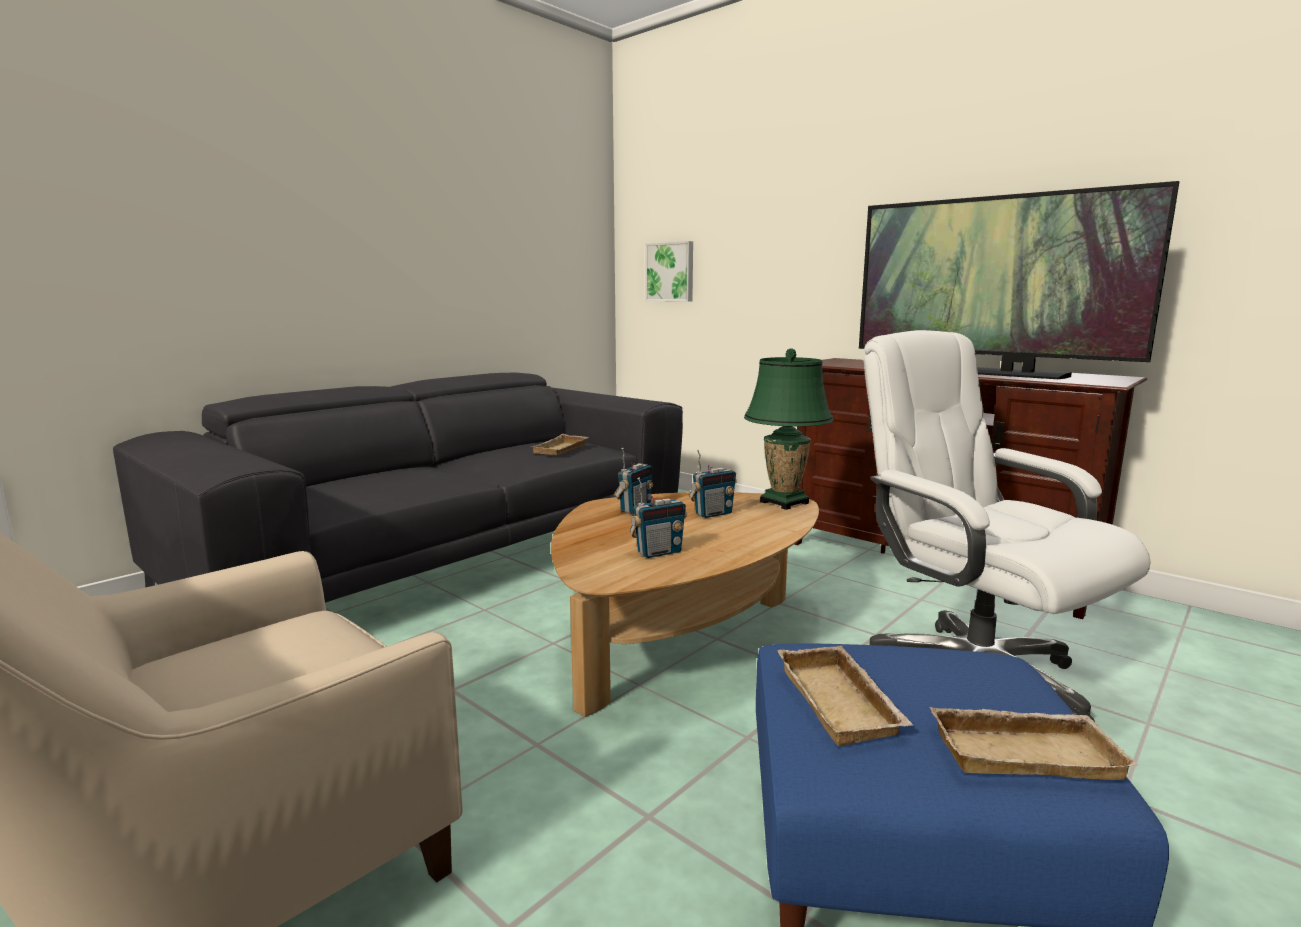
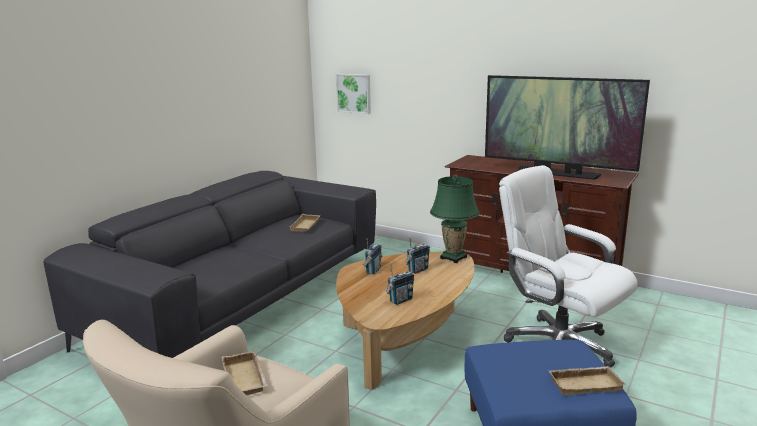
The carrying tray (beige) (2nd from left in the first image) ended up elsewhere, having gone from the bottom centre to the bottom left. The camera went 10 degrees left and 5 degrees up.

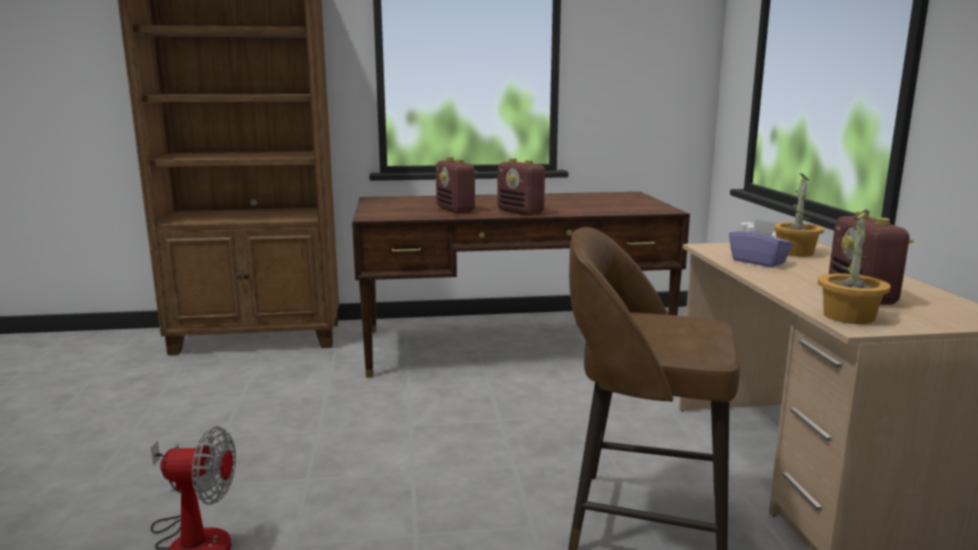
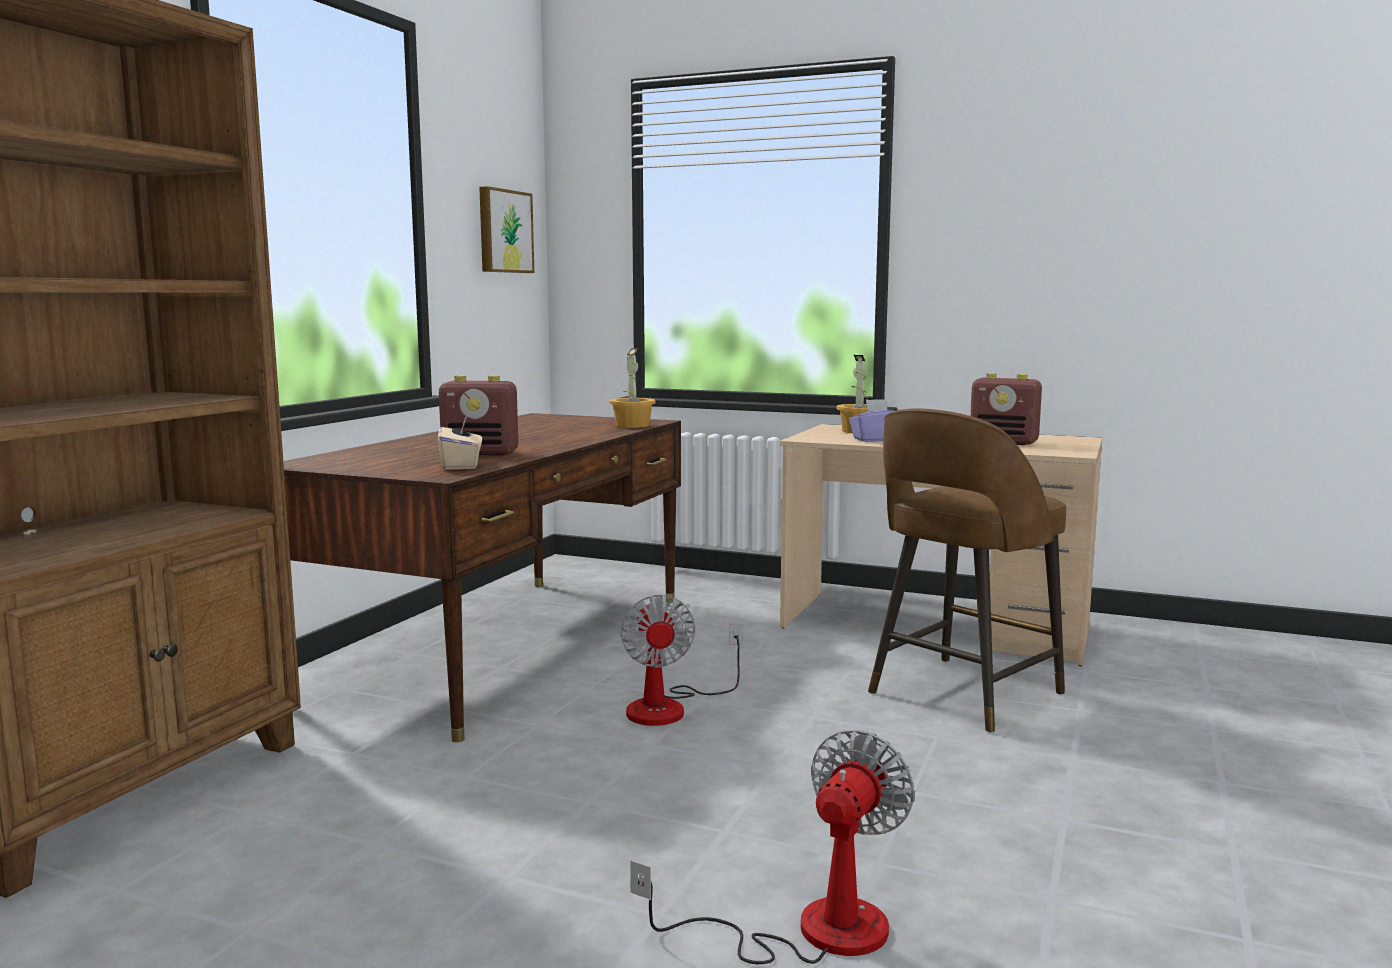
The second view lost the radio set (2nd from left) at the centre. The houseplant (2nd from left in the first image) ended up elsewhere, having gone from the middle right to the centre. The second view gained the tissue box (beige) at the middle left. The second view gained the wall art at the top centre. The second view gained the electric fan (1st from left) at the bottom centre. The camera went 60 degrees left and 5 degrees down.

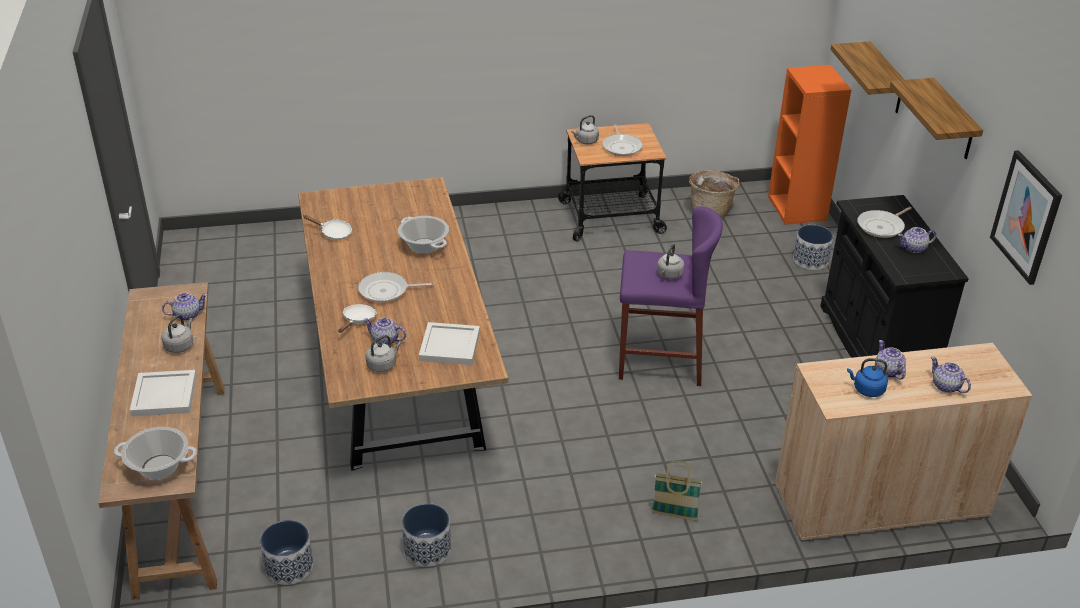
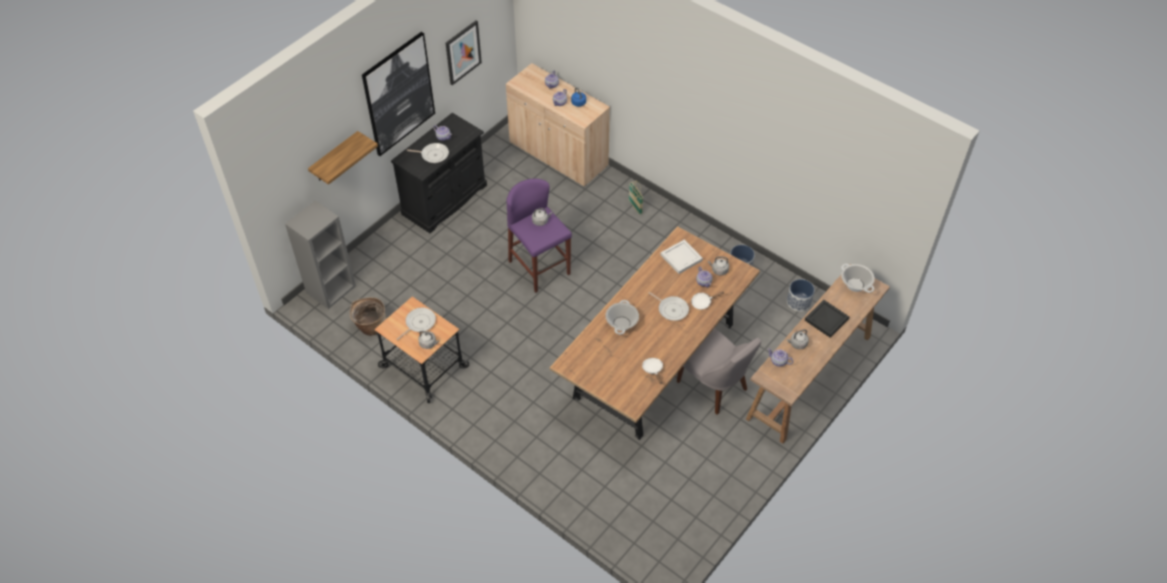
What was the carrying tray (white-coloured) (1st from left) at the middle left turned into the carrying tray (black-coloured) at the middle right. What was the bookcase (orangey) at the top right turned into the bookcase (gray) at the middle left. The second view lost the planter (3rd from left) at the middle right. Where the wall shelf (2nd from left) hung at the top right, the wall art (1st from left) came to hang at the top centre. The second view gained the upright chair (gray) at the centre. The camera went 130 degrees left and 15 degrees up.

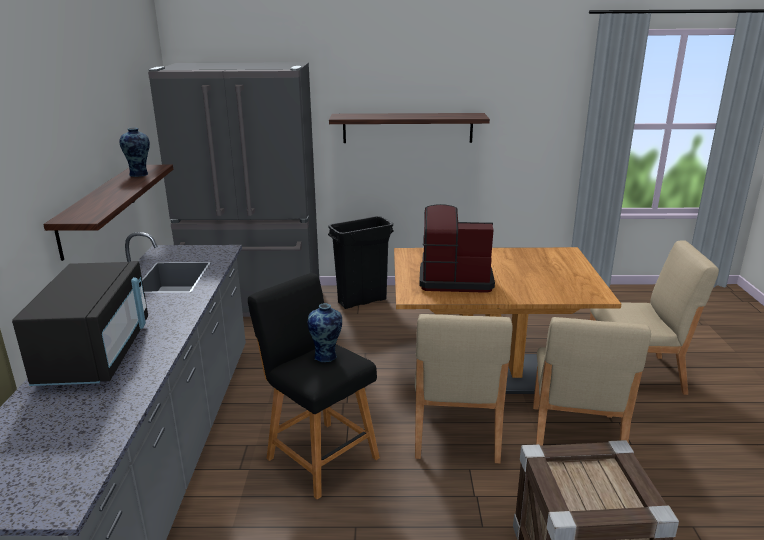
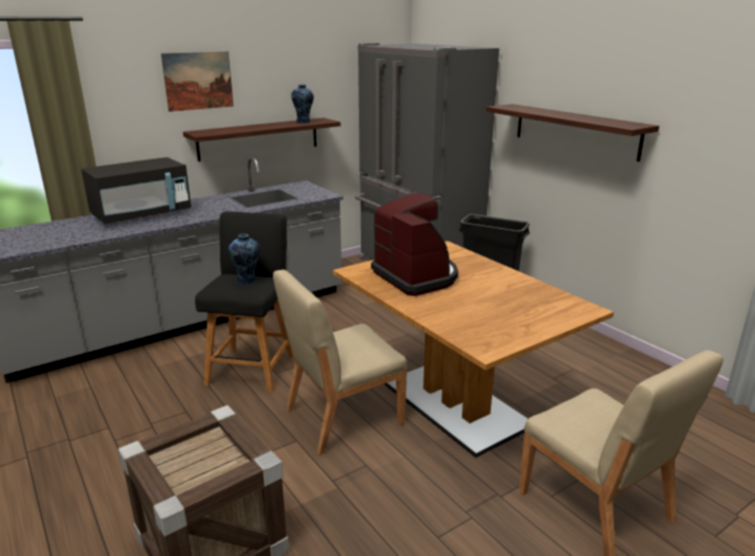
The second view lost the upright chair (beige) (2nd from left) at the bottom right. The second view gained the wall art at the top left. The camera went 55 degrees right and 0 degrees up.

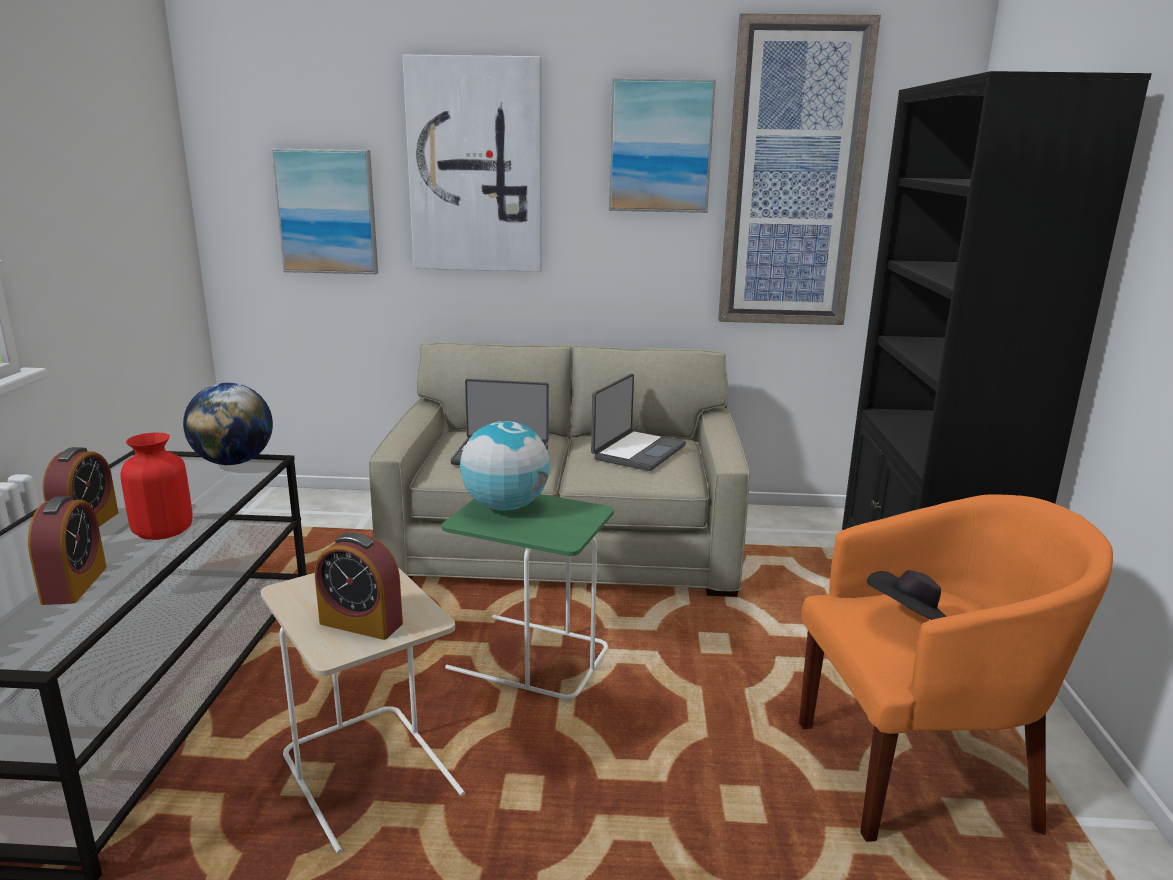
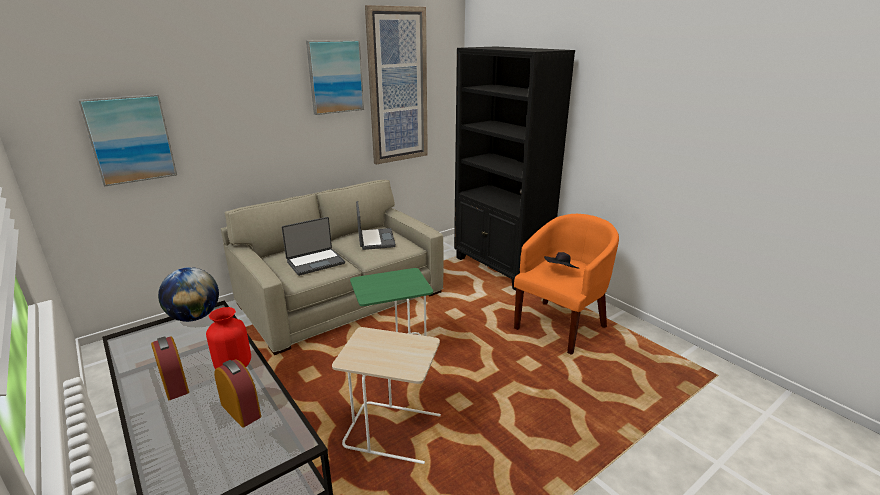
The second view lost the bedside clock (3rd from left) at the middle left. The second view lost the wall art (2nd from left) at the top centre. The second view lost the world globe (2nd from left) at the centre. The camera went 40 degrees left and 5 degrees up.

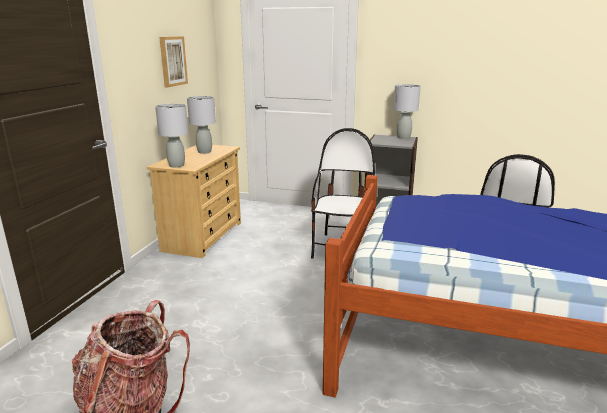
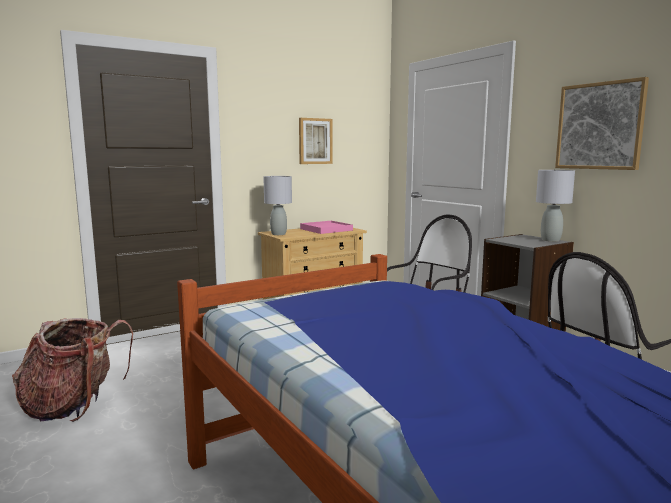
Where the tabletop lamp (gray) (2nd from left) stood at the top left, the carrying tray (pink) came to stand at the centre. The second view gained the wall art (2nd from left) at the top right. The camera went 40 degrees right and 10 degrees down.

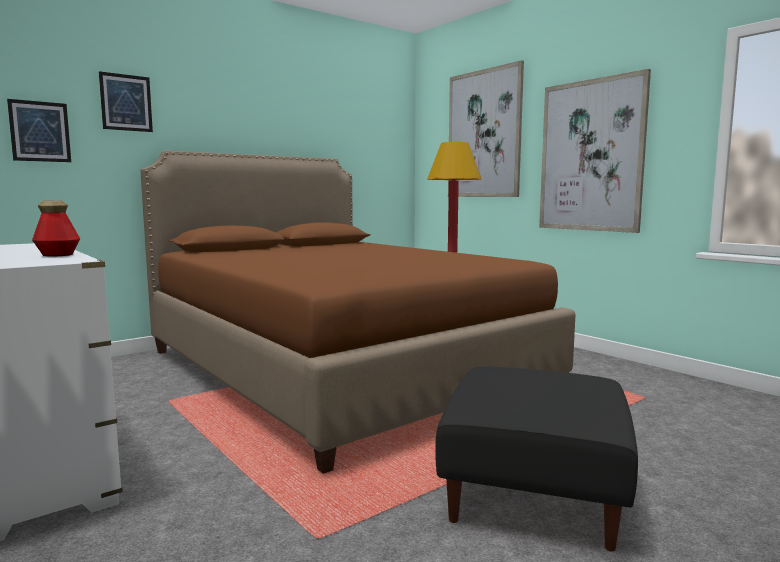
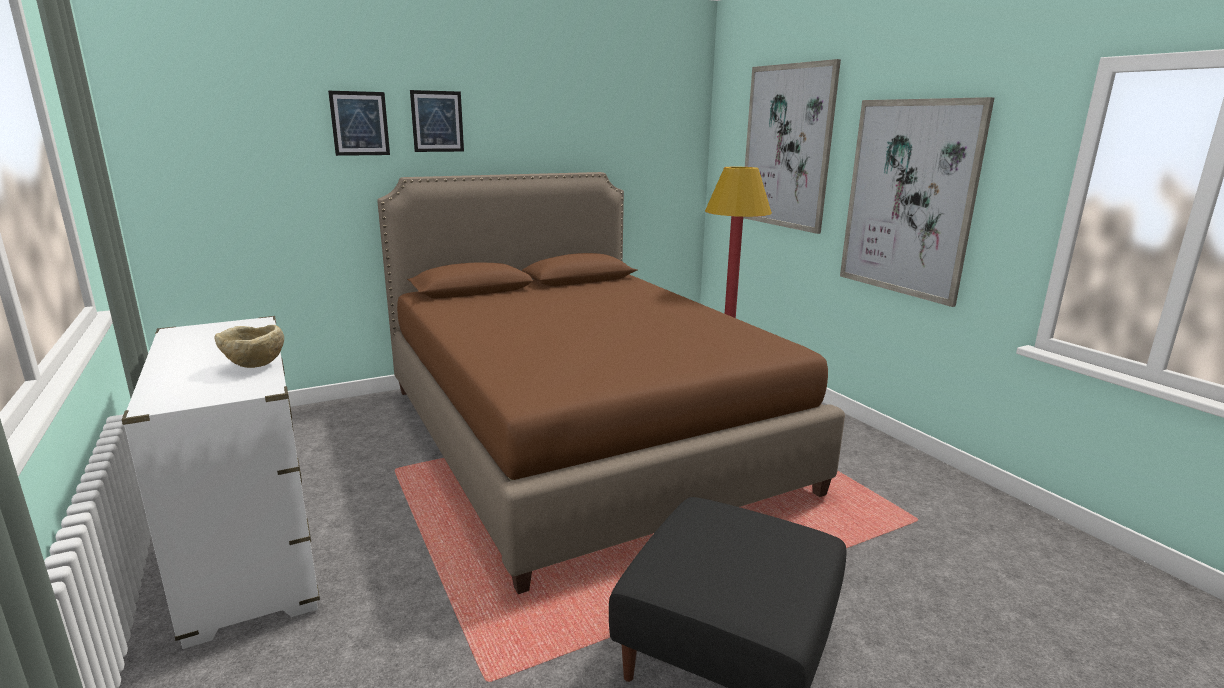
The wall art (1st from left in the first image) ended up elsewhere, having gone from the top left to the top centre. Where the bottle stood at the middle left, the deep dish (beige) came to stand at the middle left. The camera went 10 degrees right and 10 degrees up.

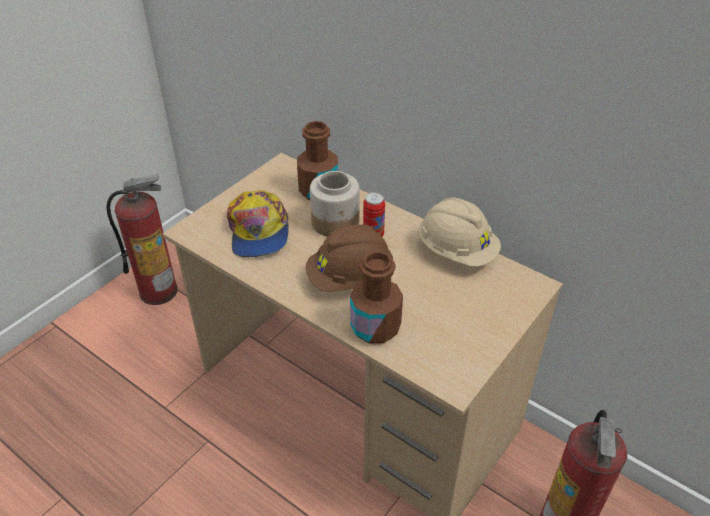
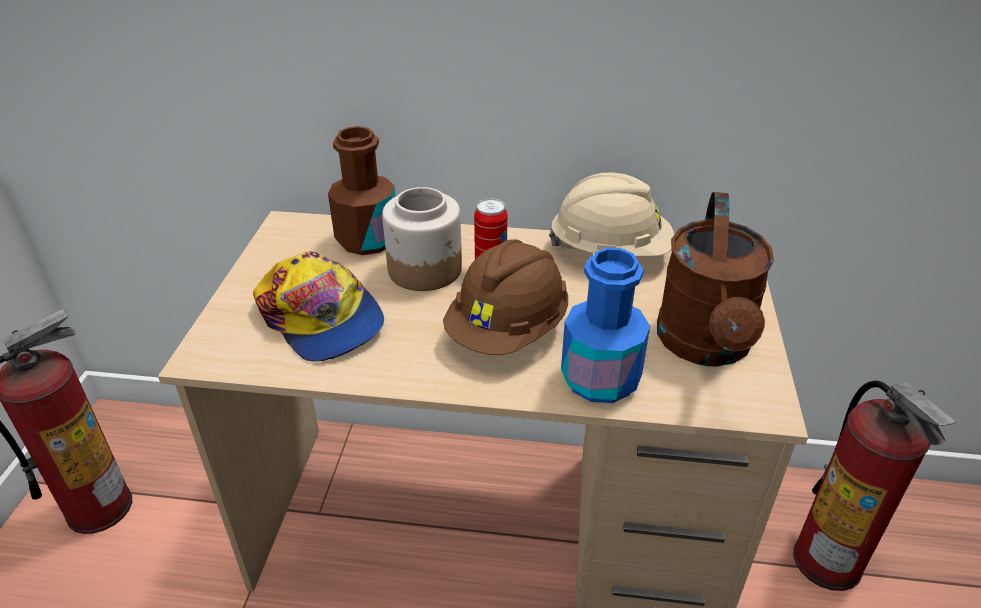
What was the bottle (brown-coloured) (2nd from left) at the centre turned into the bottle (blue) at the centre. The second view gained the sprinkling can (brown-coloured) at the middle right. The camera went 30 degrees left and 5 degrees down.

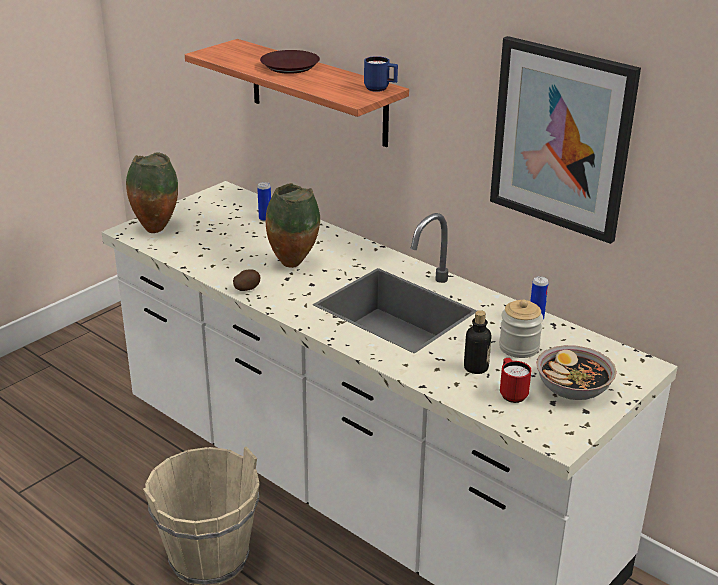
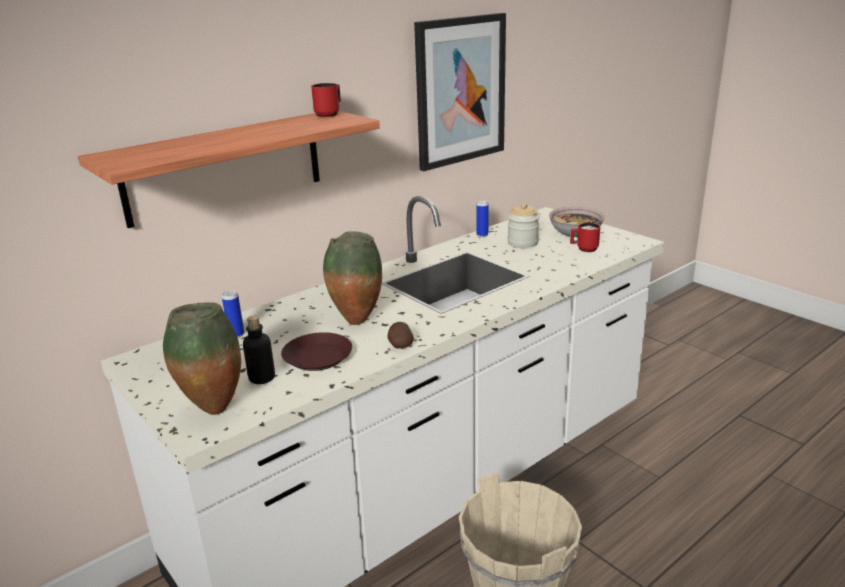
The plate (brown-coloured) ended up elsewhere, having gone from the top centre to the centre. What was the coffee mug (blue) at the top centre turned into the coffee mug (red-coloured) (1st from left) at the top centre. The bottle ended up elsewhere, having gone from the centre to the middle left. The camera went 80 degrees left and 5 degrees down.

